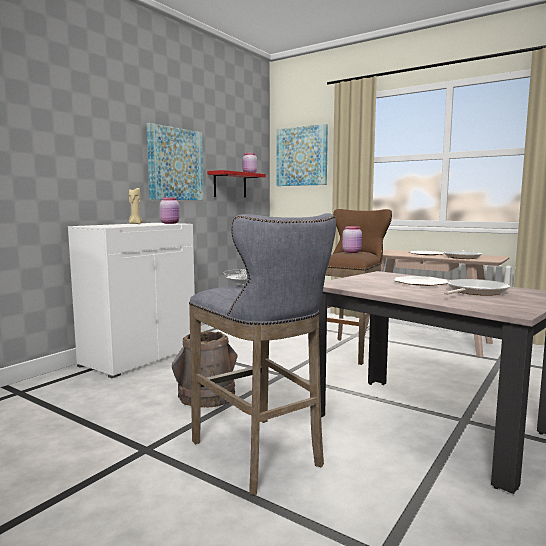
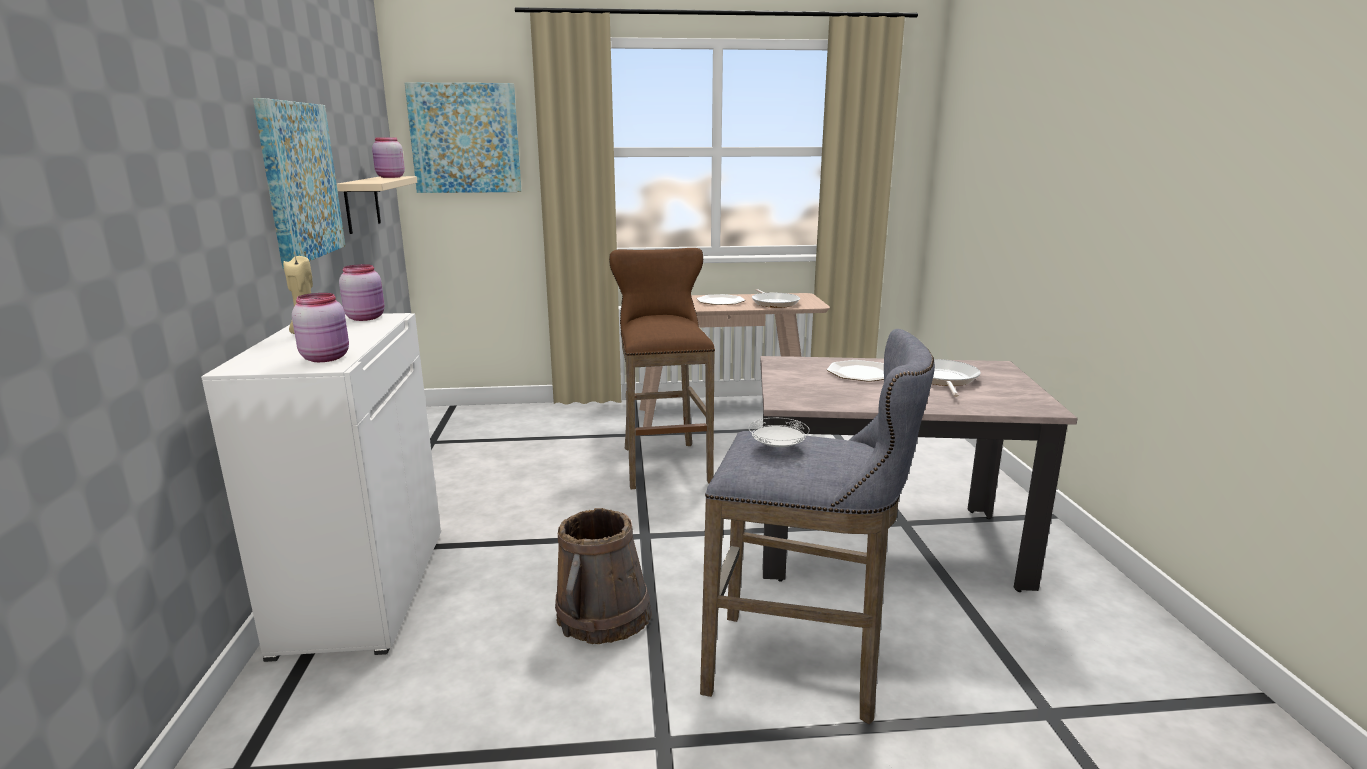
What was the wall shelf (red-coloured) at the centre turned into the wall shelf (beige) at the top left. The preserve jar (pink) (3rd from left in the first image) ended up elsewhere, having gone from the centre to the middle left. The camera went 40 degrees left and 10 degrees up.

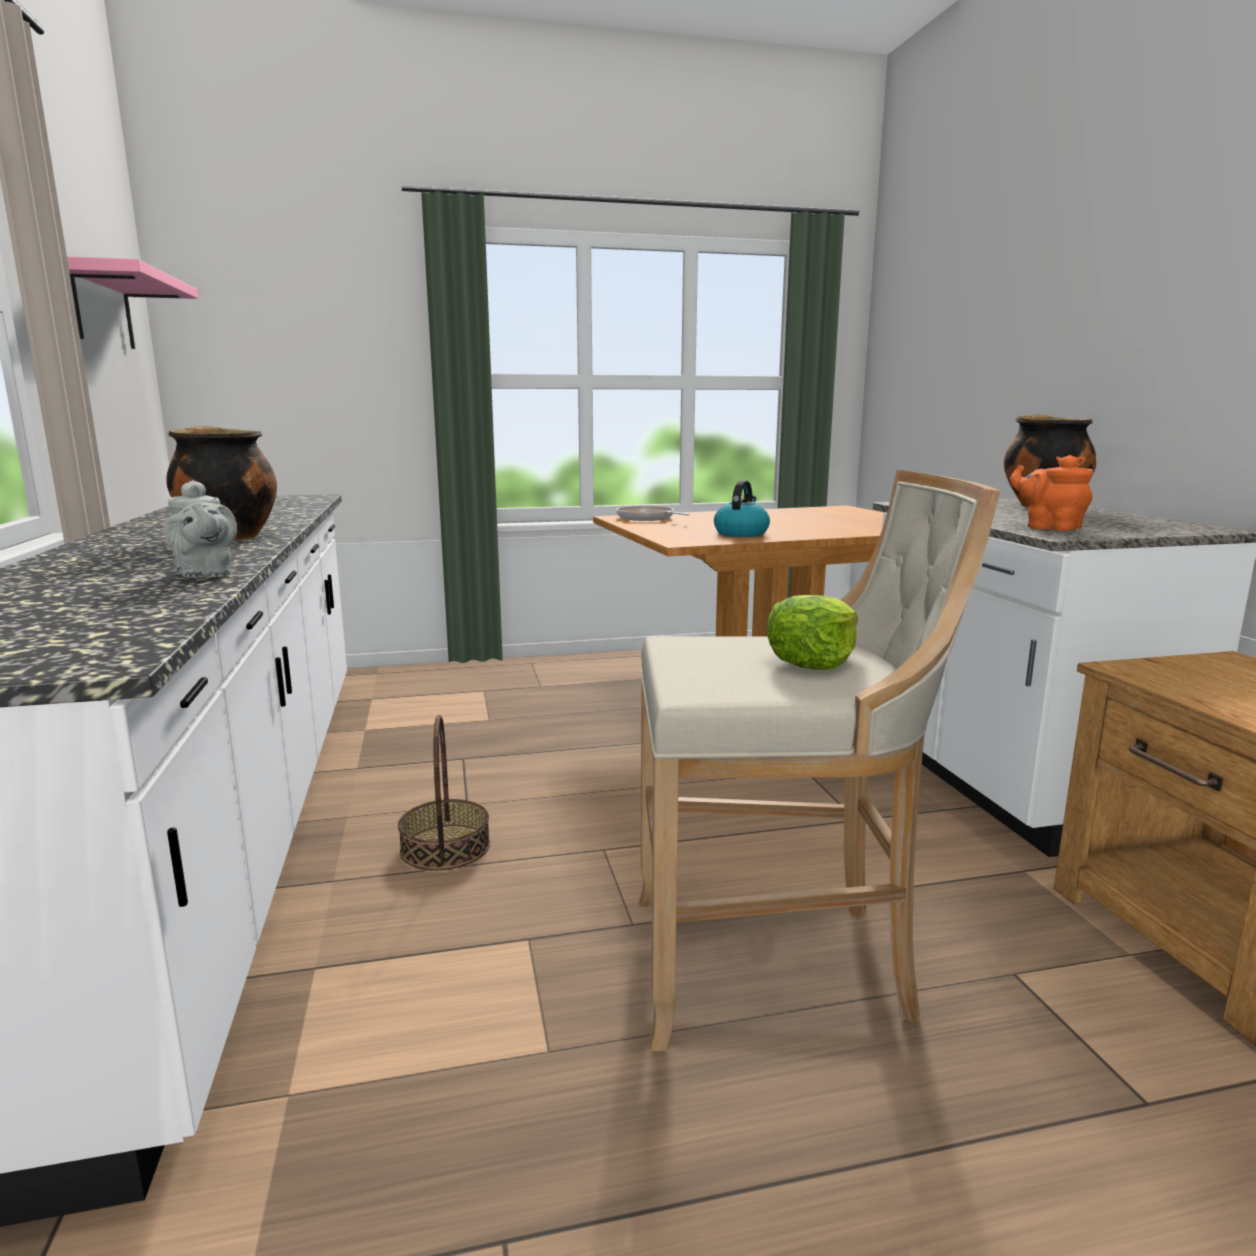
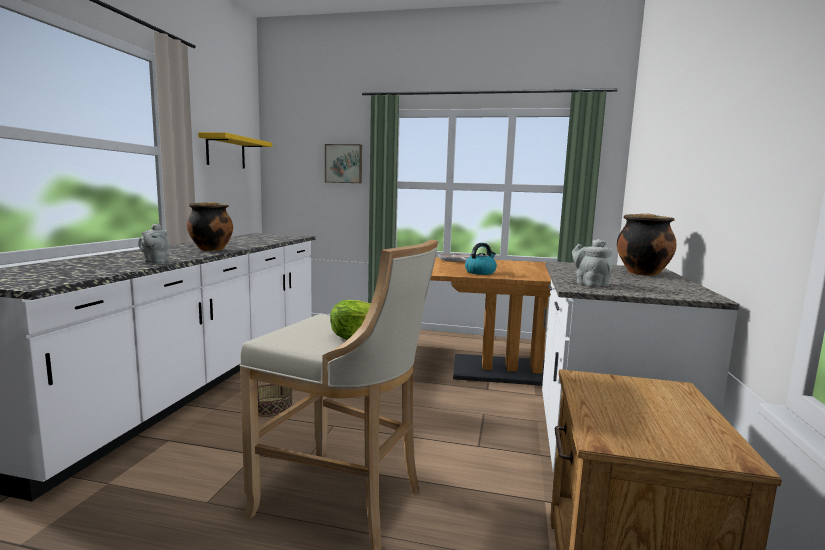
What was the wall shelf (pink) at the top left turned into the wall shelf (yellow-coloured) at the top left. What was the teapot (orangey) at the middle right turned into the teapot (gray) (2nd from left) at the middle right. The second view gained the wall art at the top centre. The camera went 25 degrees right and 5 degrees down.

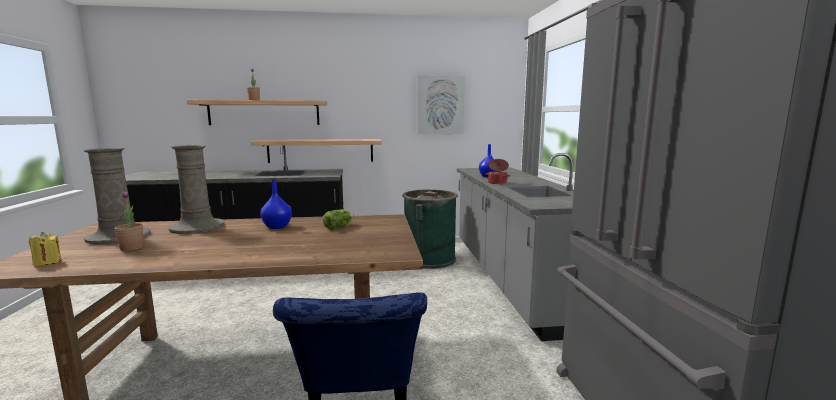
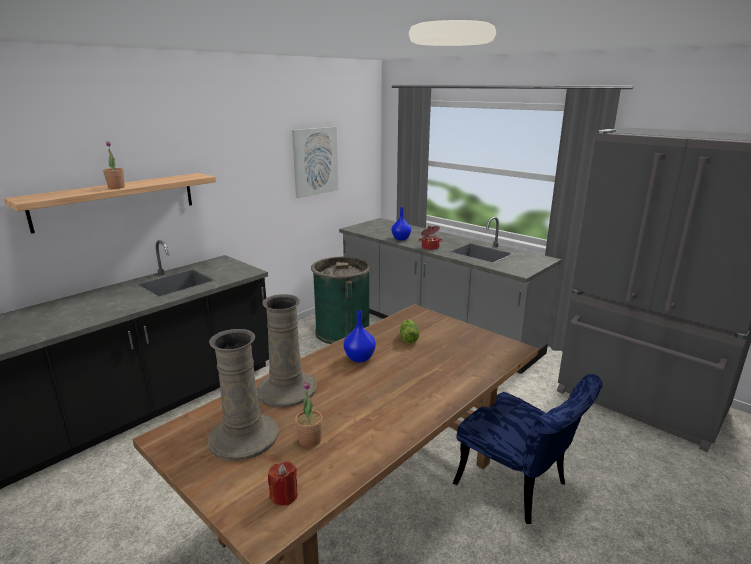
What was the candle (yellow-coloured) at the middle left turned into the candle (red-coloured) at the bottom centre. The second view lost the wall shelf (2nd from left) at the centre. The camera went 40 degrees left and 10 degrees up.

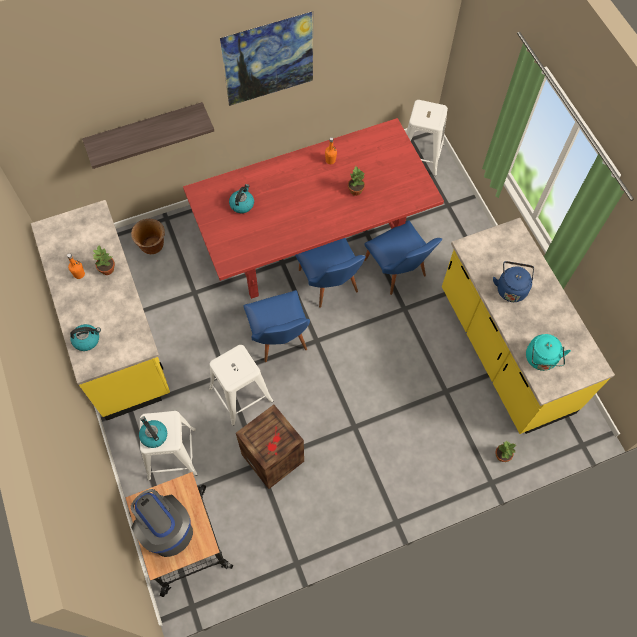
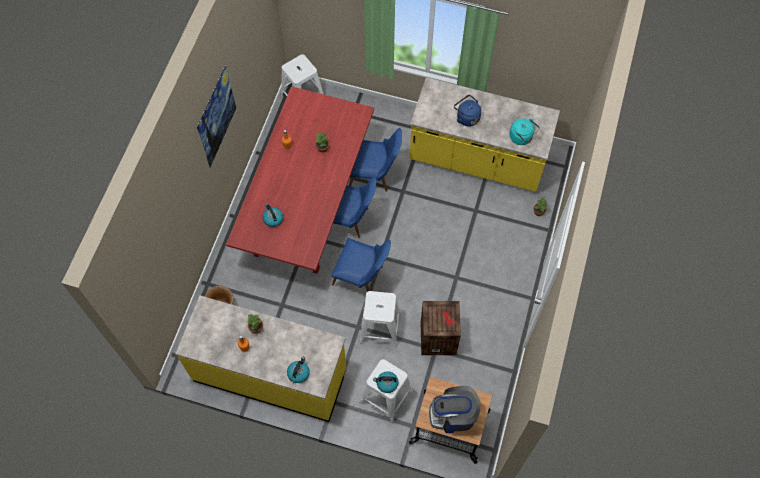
The second view lost the wall shelf at the top left. The camera went 50 degrees left and 0 degrees up.

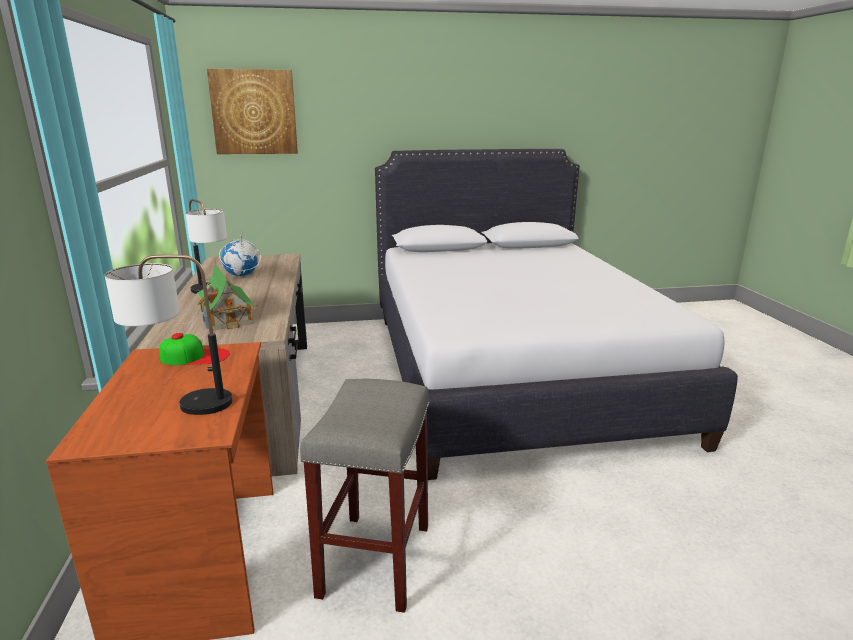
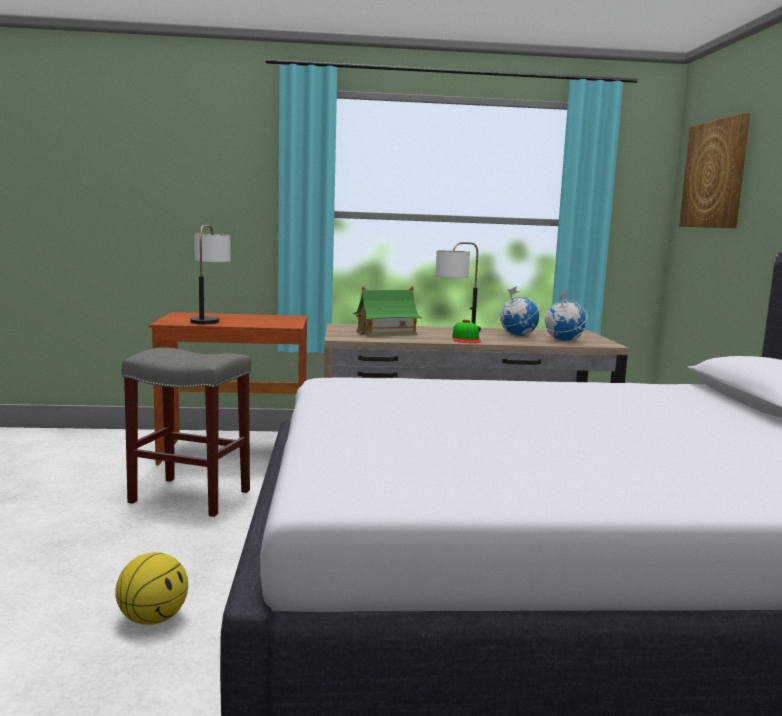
The peaked cap ended up elsewhere, having gone from the middle left to the centre. The second view gained the basketball at the bottom left. The second view gained the world globe (2nd from left) at the middle right. The camera went 95 degrees right and 10 degrees down.

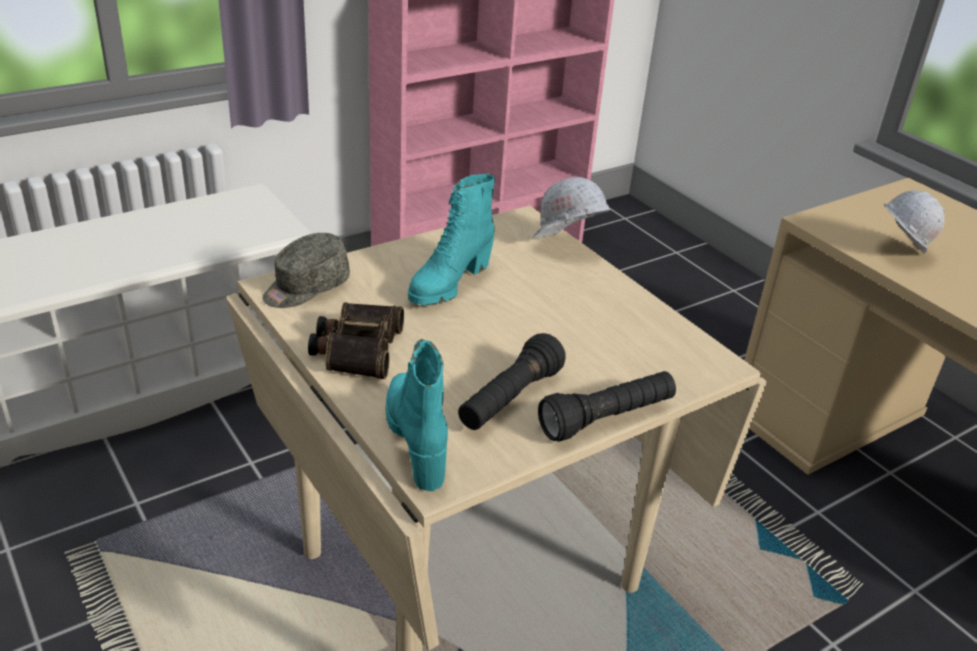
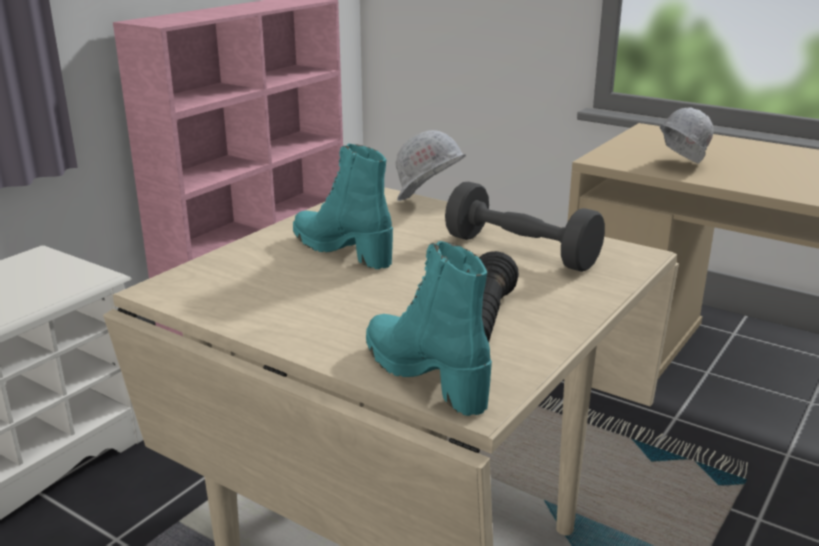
The second view lost the peaked cap (gray) at the middle left. The second view lost the field glasses at the centre. The high-top boot (turquoise) (2nd from left in the first image) at the centre ended up facing another way, 120 degrees clockwise from before. The second view lost the torch (black-coloured) (2nd from left) at the centre. The second view gained the free weight (gray) at the centre. The camera went 20 degrees left and 10 degrees down.

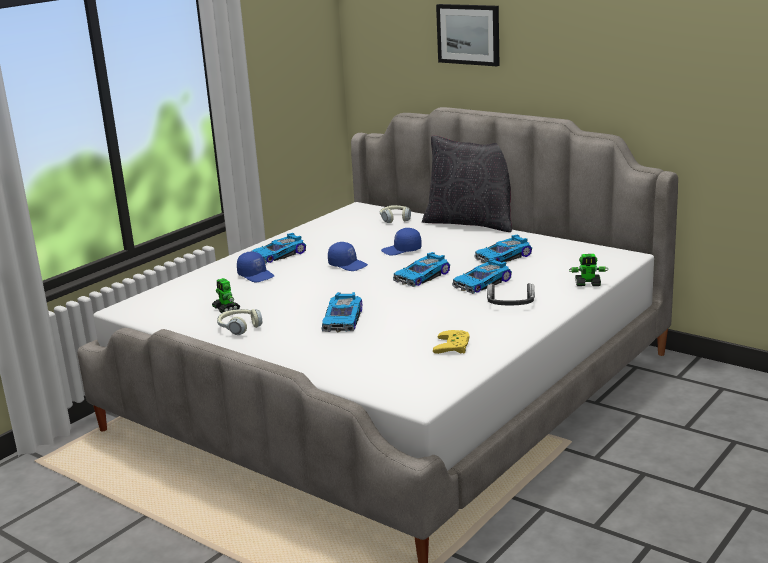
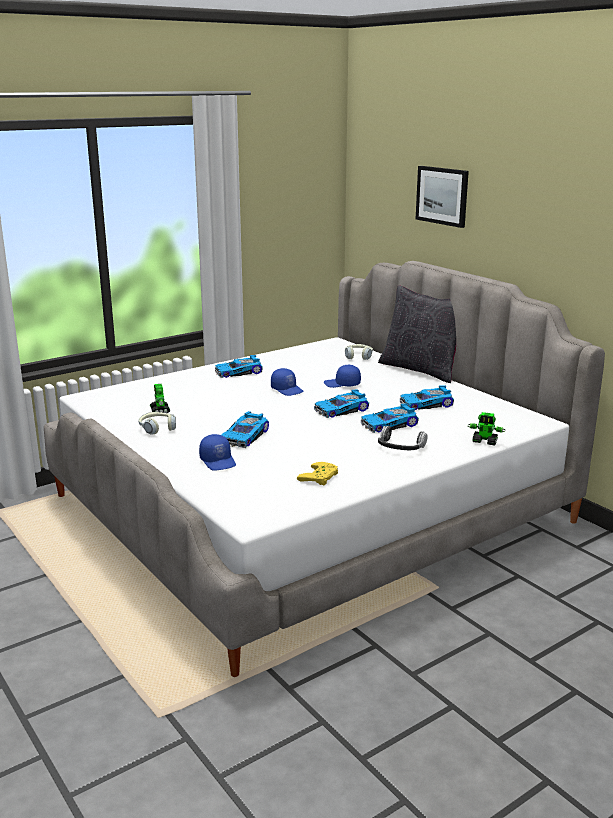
The peaked cap (blue) (1st from left) ended up elsewhere, having gone from the middle left to the centre. The camera went 15 degrees right and 0 degrees up.

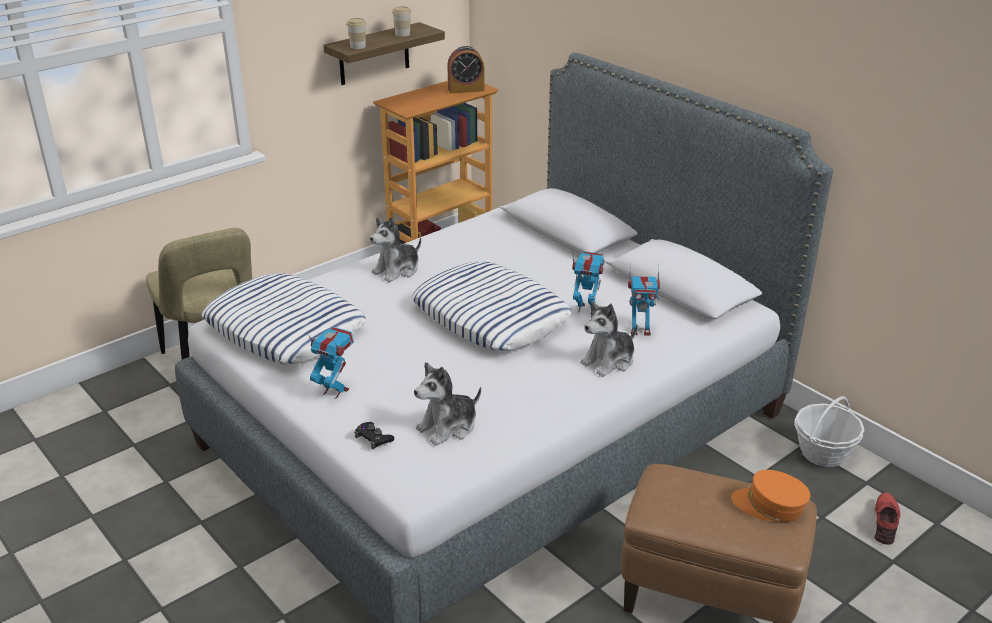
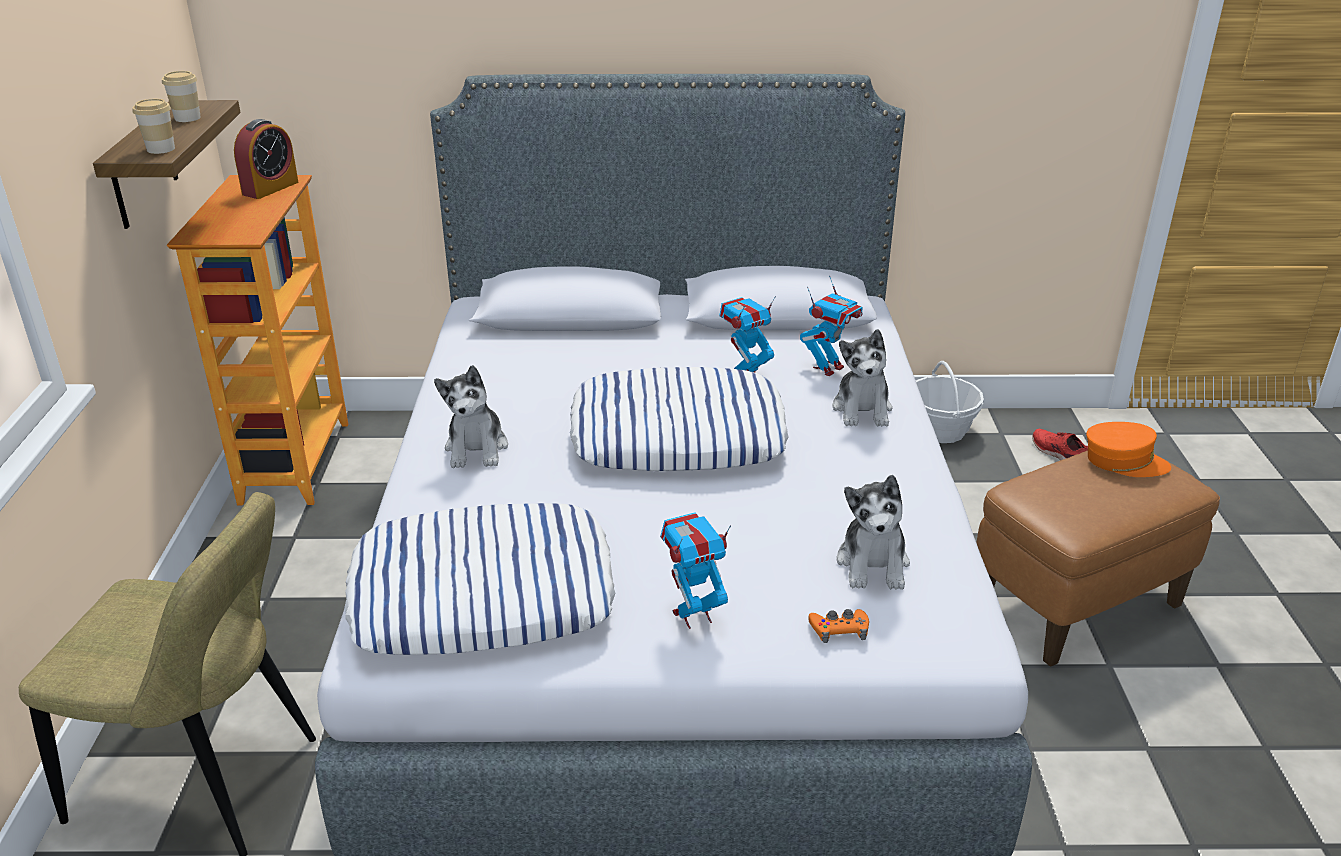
What was the joypad (black-coloured) at the bottom centre turned into the joypad (orangey) at the bottom centre. The peaked cap (orangey) at the bottom right ended up facing another way, 135 degrees counterclockwise from before. The camera went 50 degrees left and 0 degrees up.

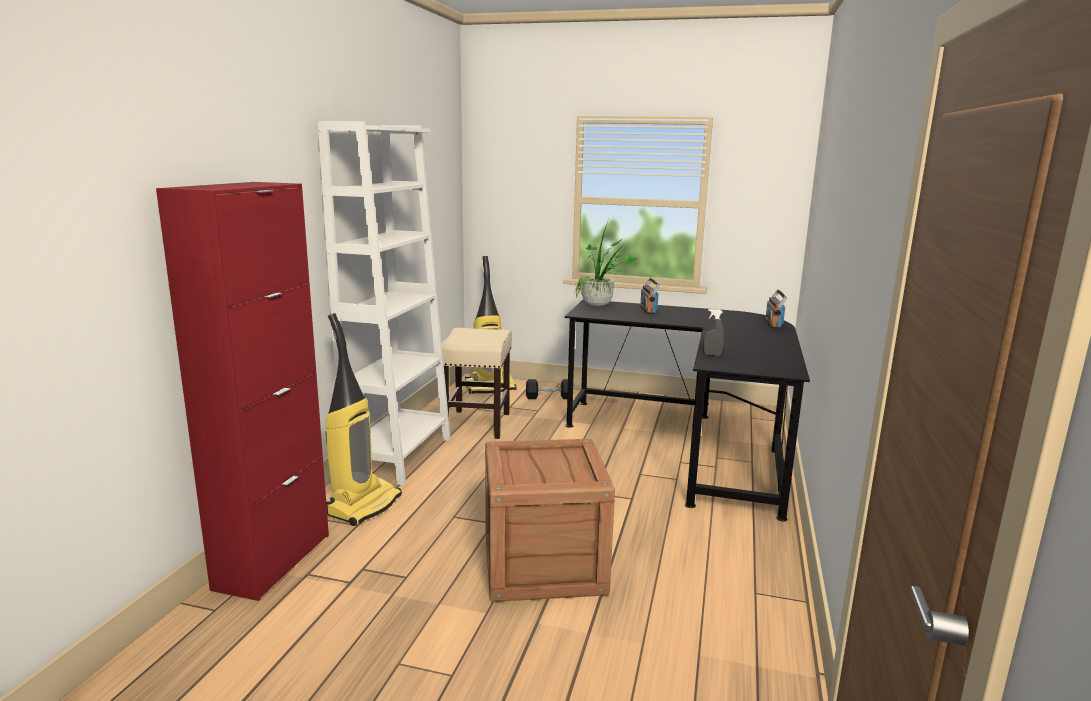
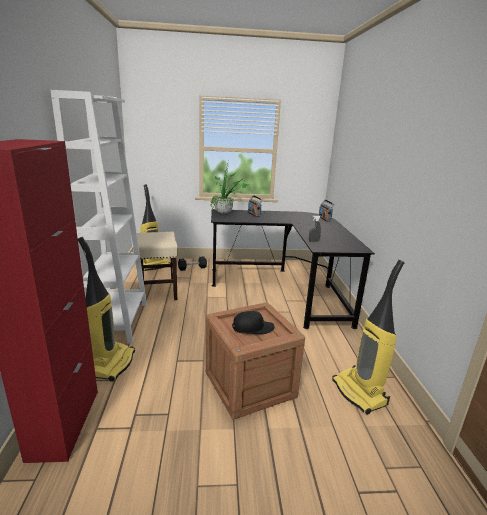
The second view gained the peaked cap (black-coloured) at the centre. The second view gained the vacuum (3rd from left) at the middle right. The camera went 20 degrees left and 5 degrees up.

